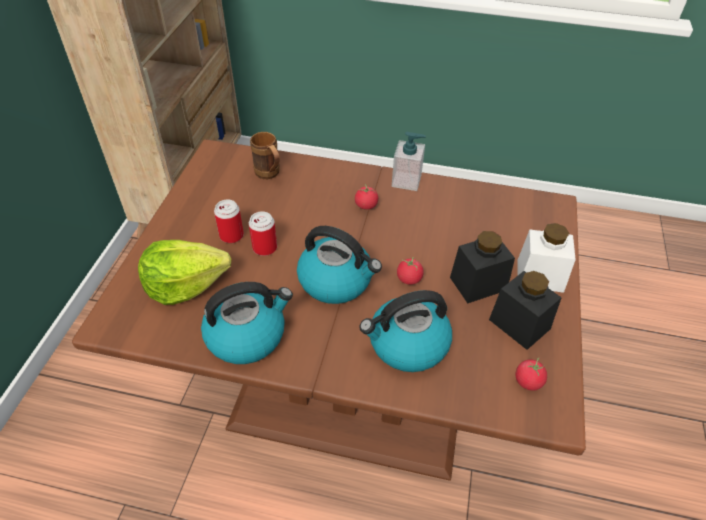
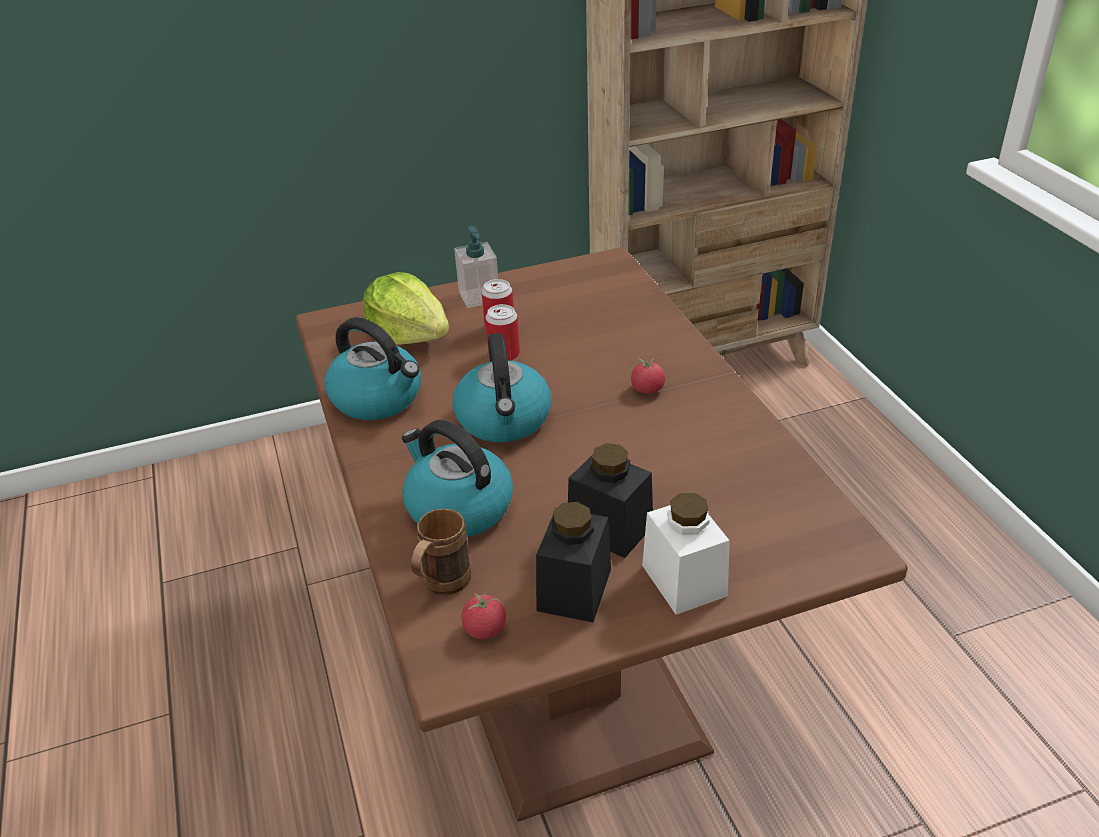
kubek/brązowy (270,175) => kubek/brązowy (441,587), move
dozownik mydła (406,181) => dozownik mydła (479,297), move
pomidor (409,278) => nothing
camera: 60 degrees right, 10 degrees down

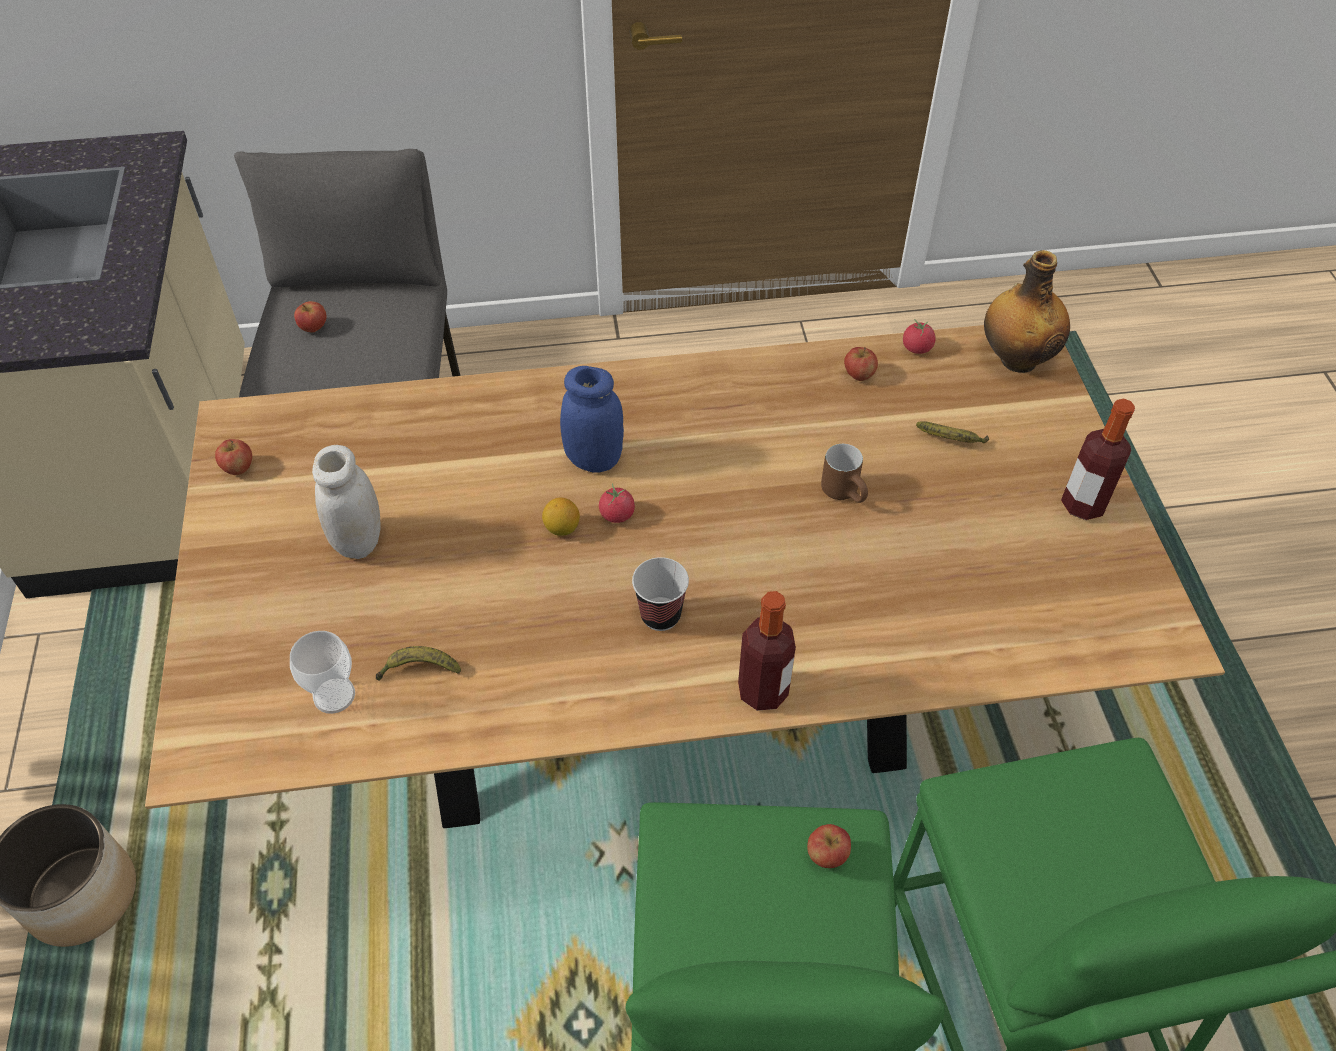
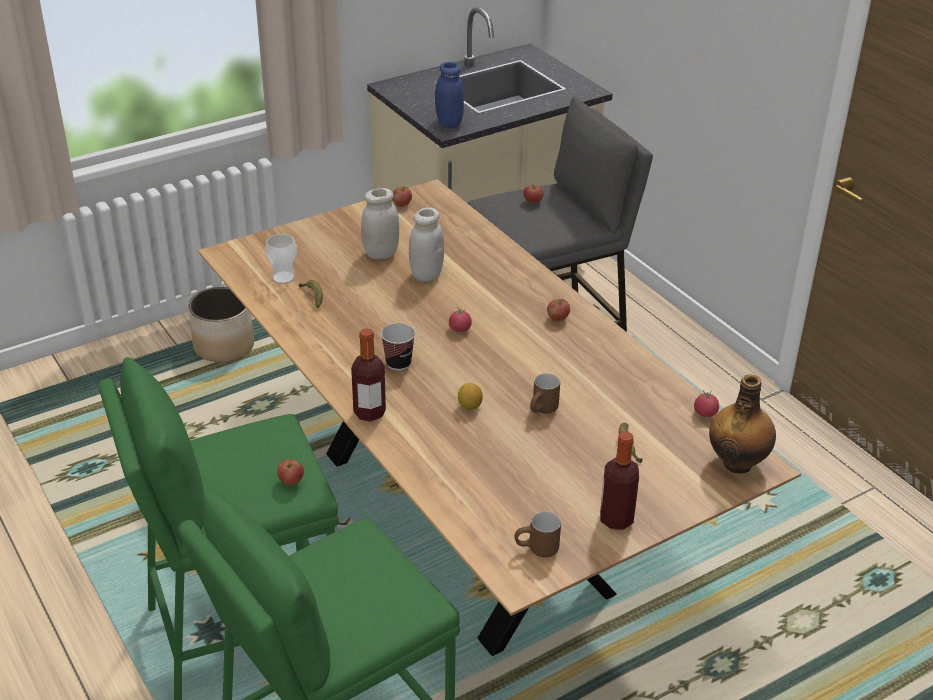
cytryna (562,528) => cytryna (469,406), move
słoik/niebieski (594,459) => słoik/niebieski (449,123), move
jabłko (858,375) => jabłko (557,318), move
nothing => słoik/biały (426,274)
nothing => kubek/brązowy (537,551)
camera: 65 degrees right, 15 degrees down

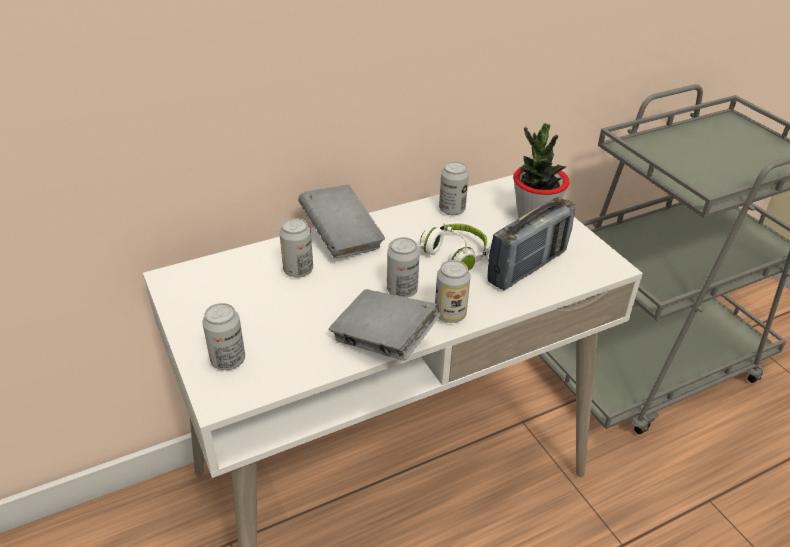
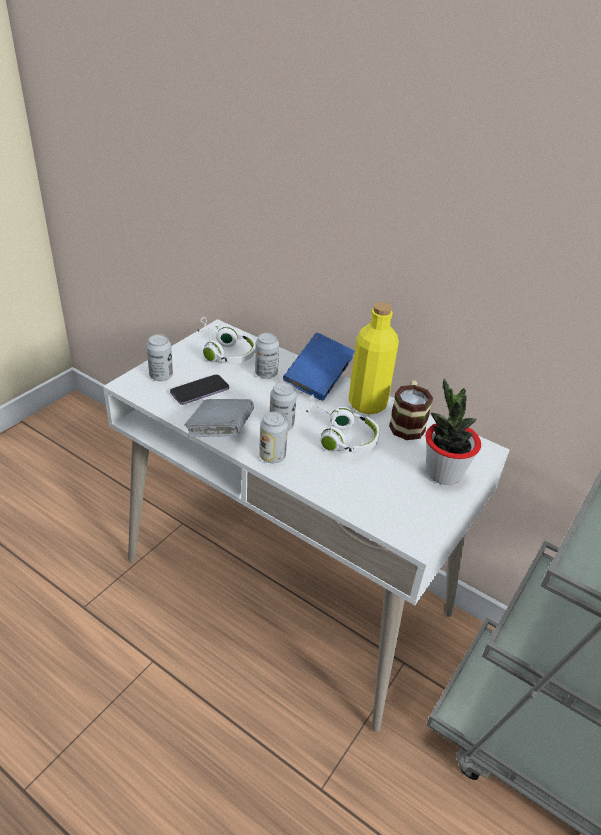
książka/szary (342,238) => książka/niebieski (318,380)
puszka (452,209) => kubek (407,423)
radio (527,267) => nothing
nothing => telefon (199,391)
nothing => słuchawki/biały (223,351)
nothing => butelka/żółty (367,404)
camera: 60 degrees right, 0 degrees up

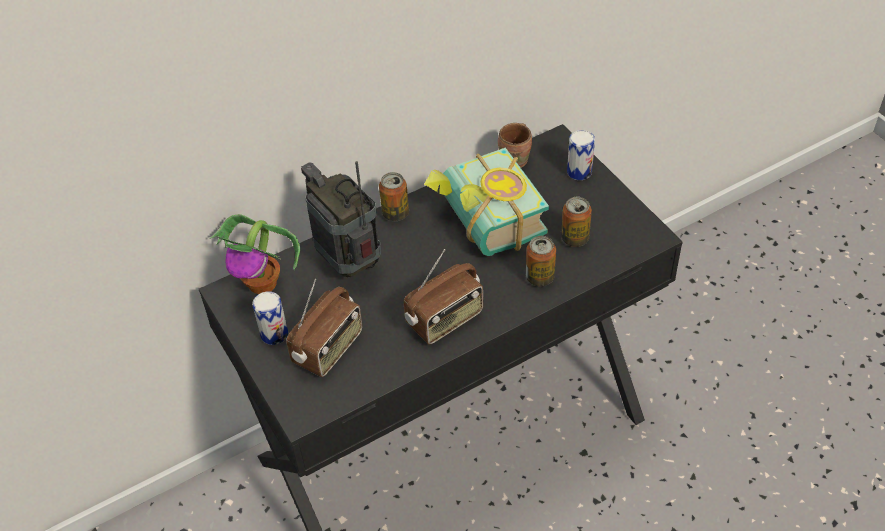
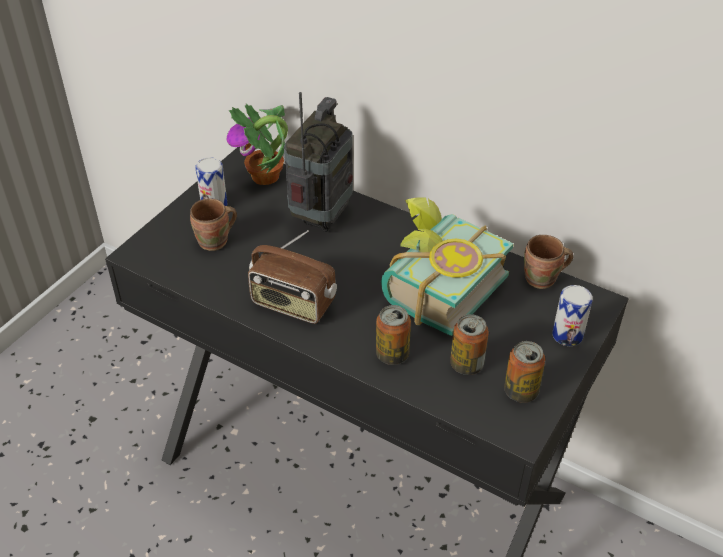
radio (329,349) => kubek/brązowy (215,242)
puszka (395,213) => puszka (520,391), move
camera: 60 degrees right, 5 degrees down

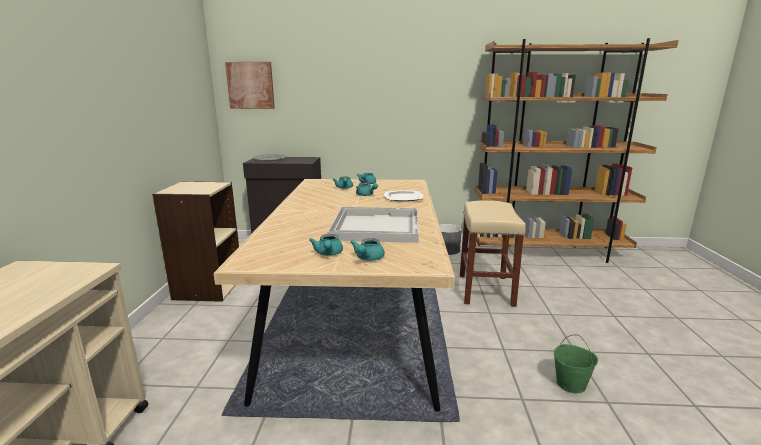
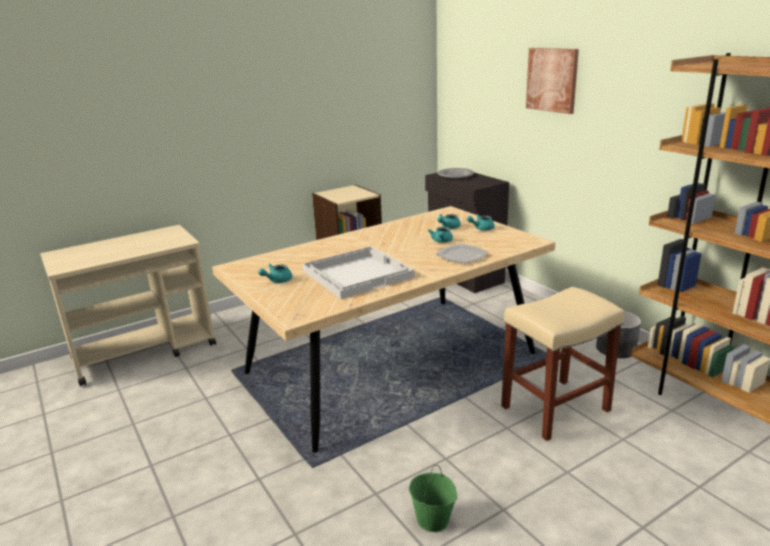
obraz (251,85) => obraz (552,80), move
imbryk/turkusowy (368,258) => nothing
camera: 55 degrees right, 5 degrees up

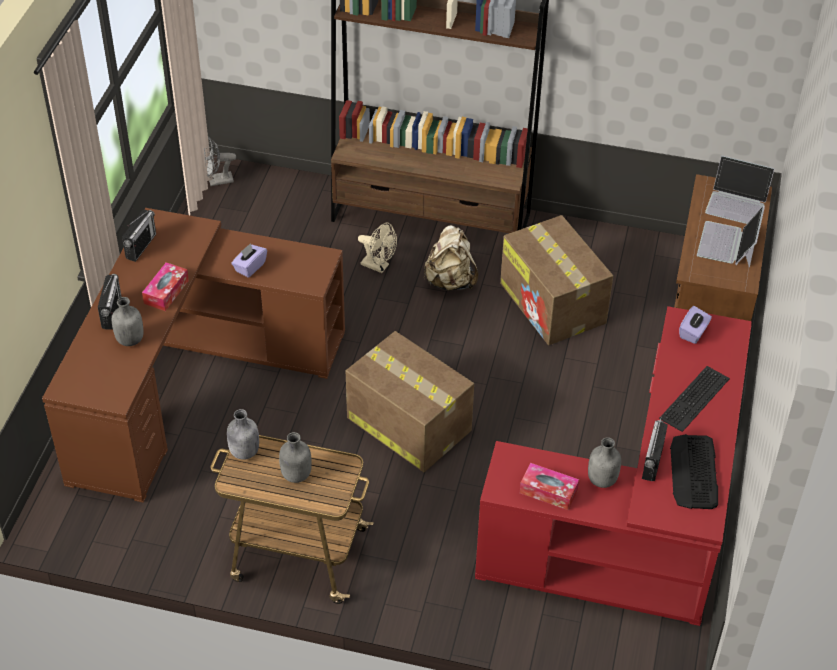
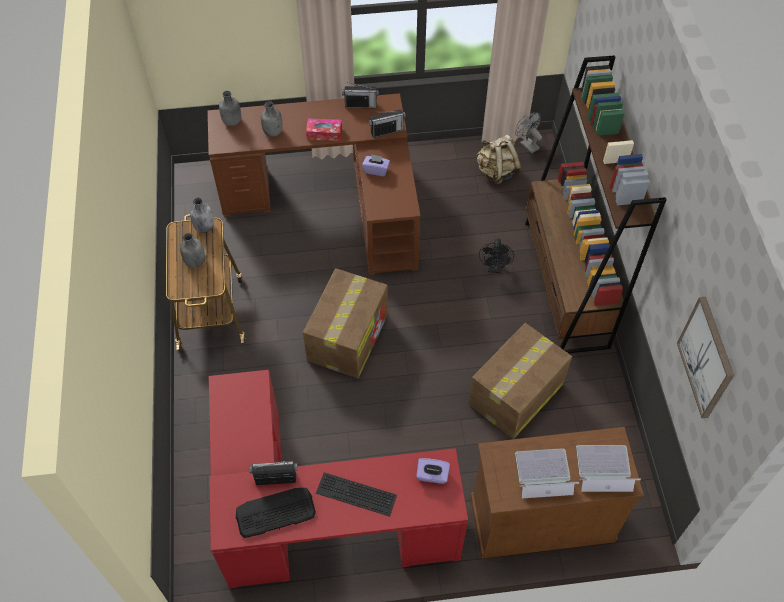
radio (112,313) => radio (386,131), move
wentylator/beżowy (378,266) => wentylator/czarny (494,268)
plecak/beżowy (450,281) => plecak/beżowy (496,172), move
pudełko chusteczek (548,491) => nothing
butelka/szary (602,479) => butelka/szary (232,121), move
laptop (737,203) => laptop (603,469), 90 degrees clockwise
nothing => obraz (706,357)
camera: 70 degrees right, 10 degrees up

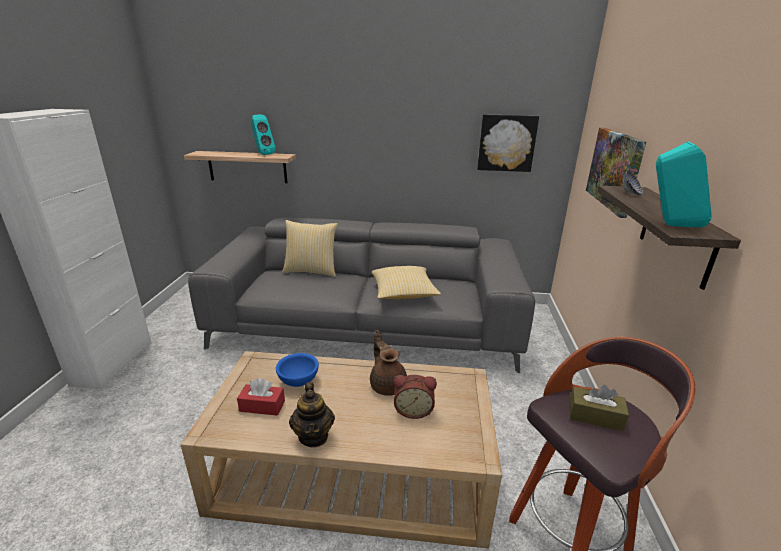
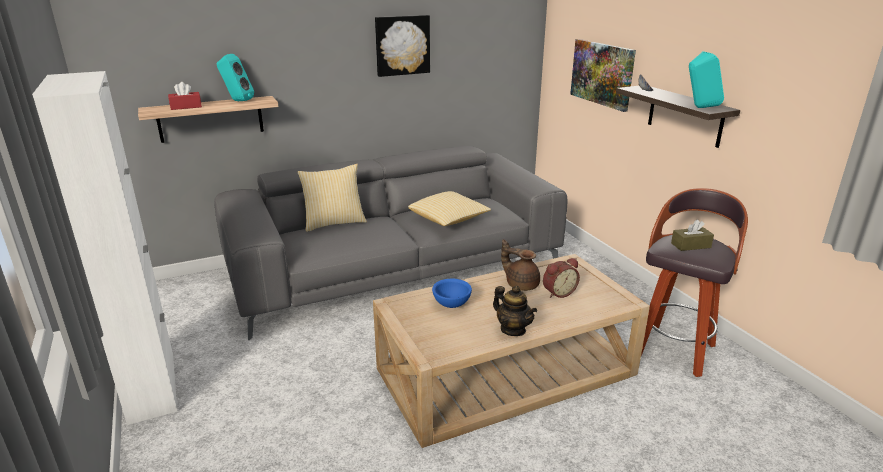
pudełko chusteczek/czerwony (262,406) => pudełko chusteczek/czerwony (186,107), move
obraz (506,143) => obraz (402,45), move
camera: 30 degrees left, 0 degrees up

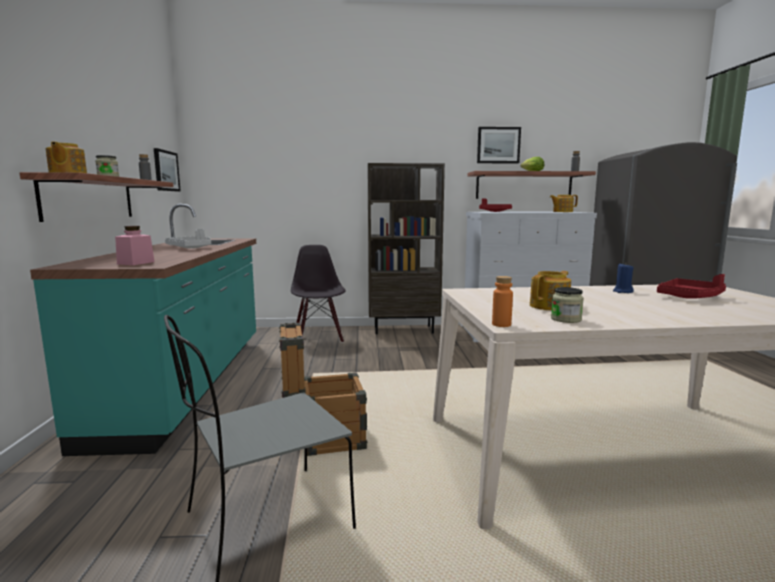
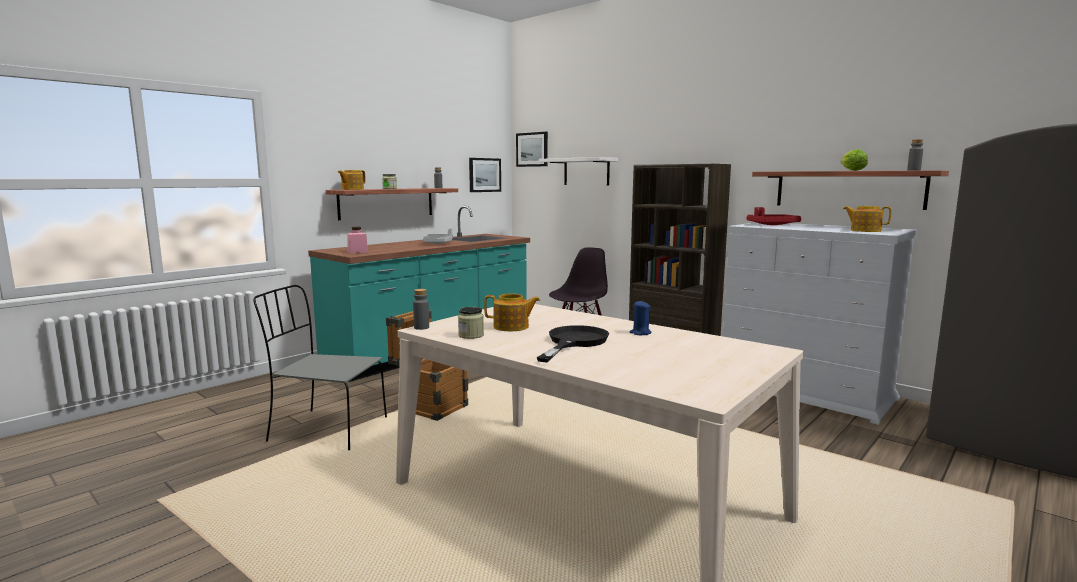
obraz (498,145) => obraz (532,149), move
butelka/pomarańczowy (501,324) => butelka/szary (421,327)
taca/czerwony (690,297) => nothing
nothing => patelnia/czarny (573,342)
nothing => półka/biały (586,172)
camera: 45 degrees right, 0 degrees up

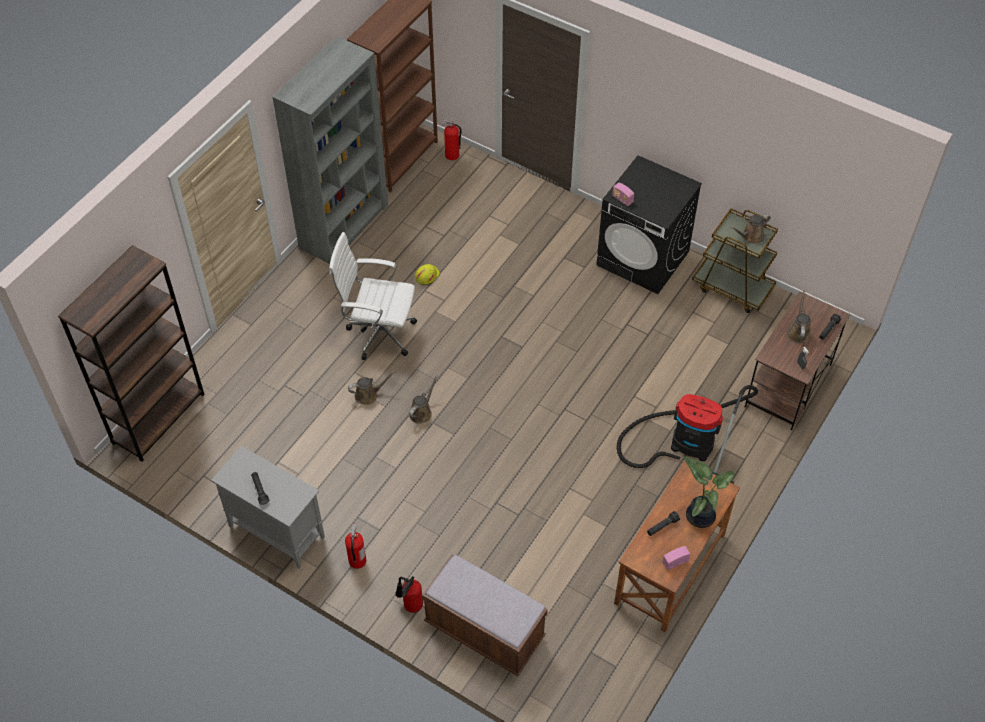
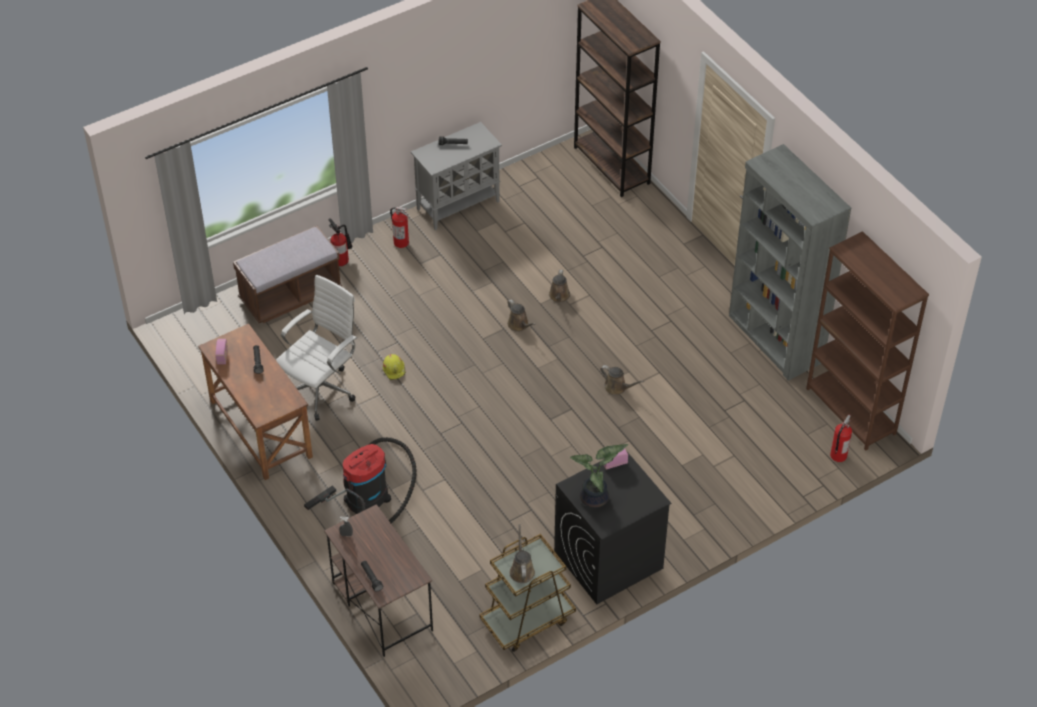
krzesło biurowe/biały (378,333) => krzesło biurowe/biały (322,389), move
kask/żółty (427,276) => kask/żółty (394,369), move
roślina doniczkowa (700,514) => roślina doniczkowa (596,499), move
konewka/brązowy (798,332) => konewka/brązowy (617,387), move
camera: 115 degrees right, 5 degrees down

